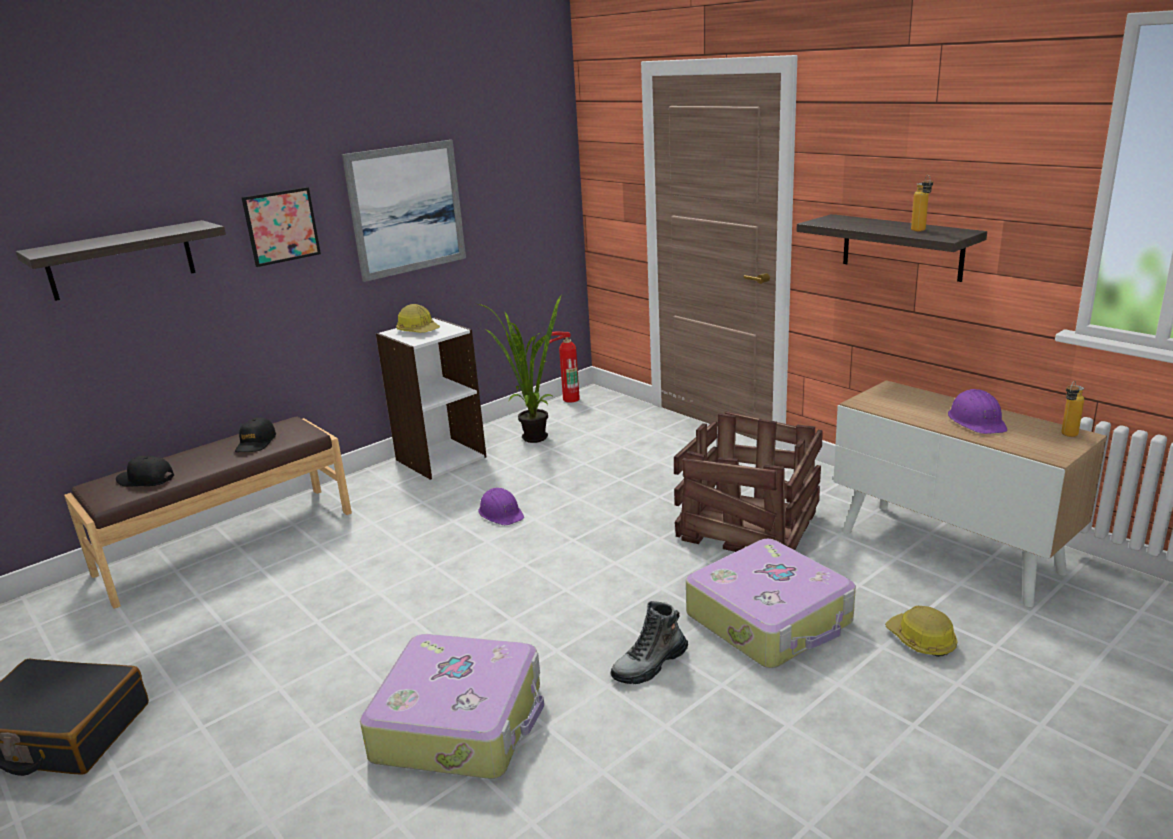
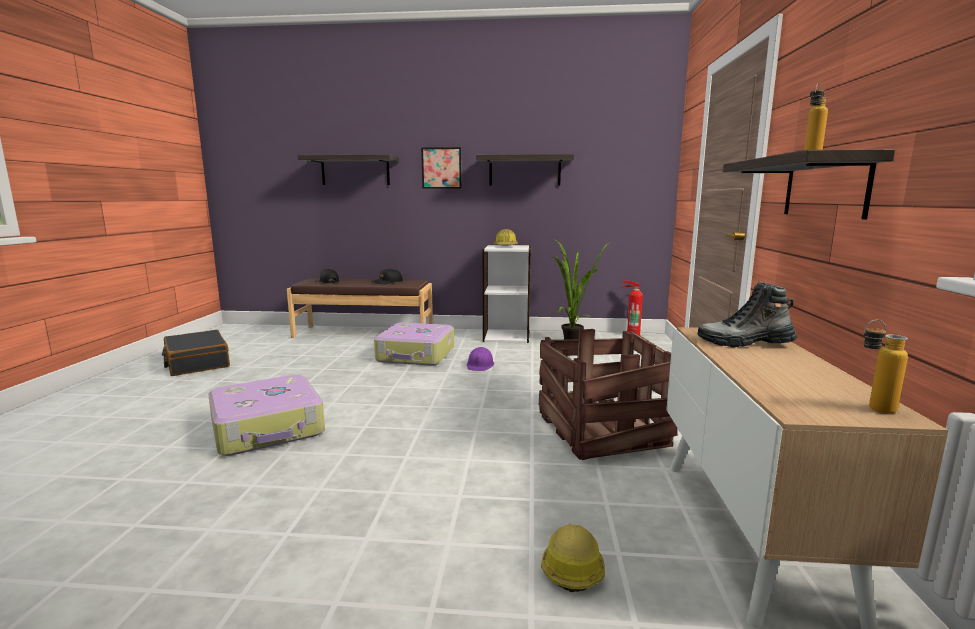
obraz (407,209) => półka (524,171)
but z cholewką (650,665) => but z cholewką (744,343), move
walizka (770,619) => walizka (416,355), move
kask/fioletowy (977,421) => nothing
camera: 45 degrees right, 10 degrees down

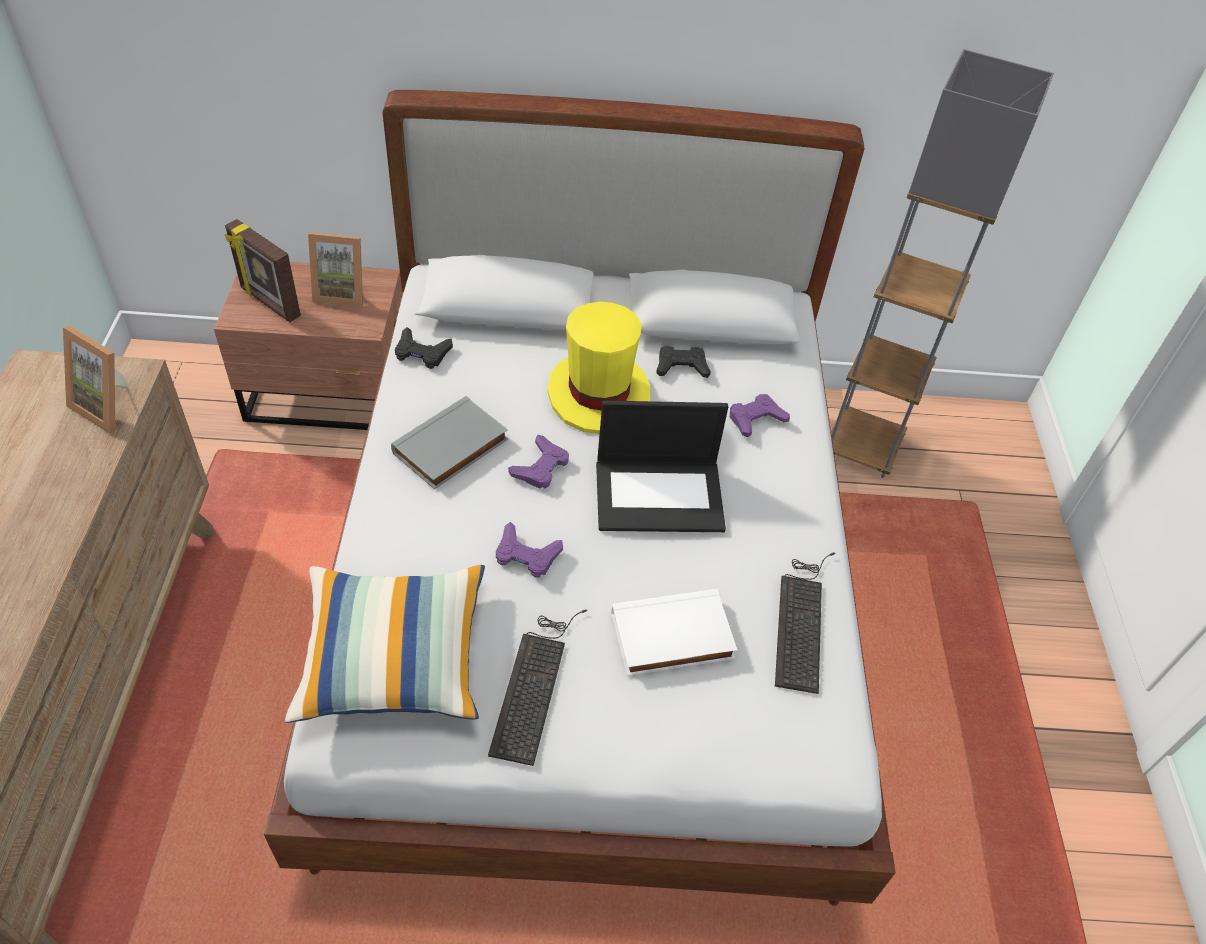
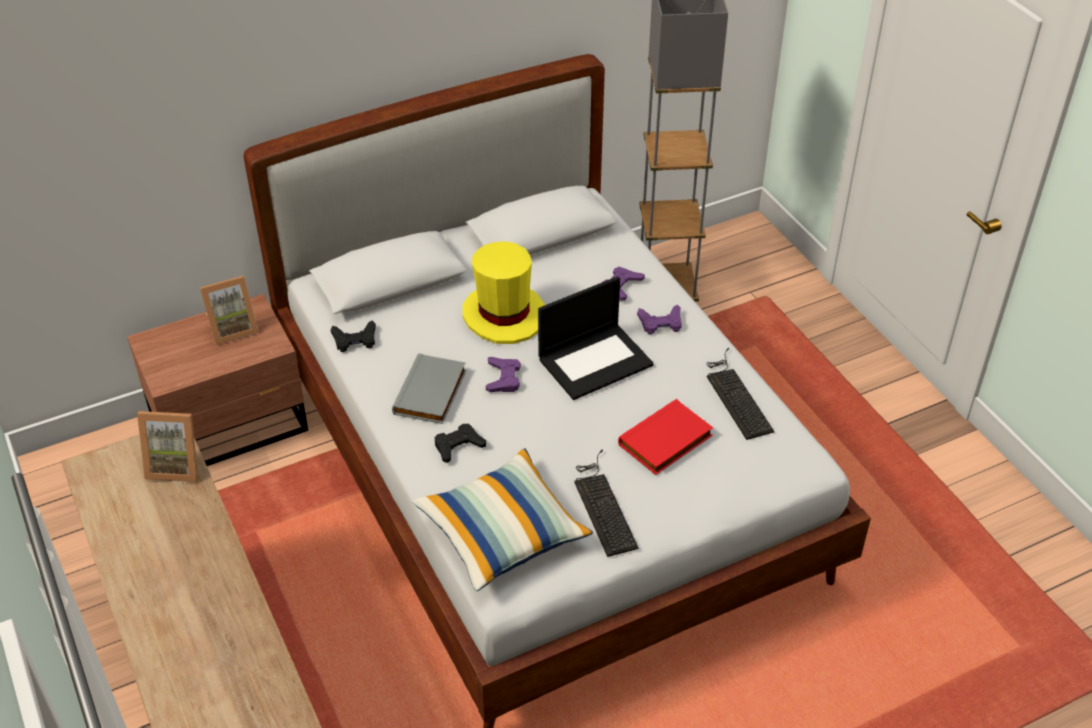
ramka na zdjęcie (269,303) => nothing
pad do gier/fioletowy (526,555) => pad do gier/fioletowy (660,323), move
książka/biały (671,638) => książka/czerwony (666,442)
pad do gier/czarny (681,366) => pad do gier/czarny (458,446), move
camera: 25 degrees left, 5 degrees down

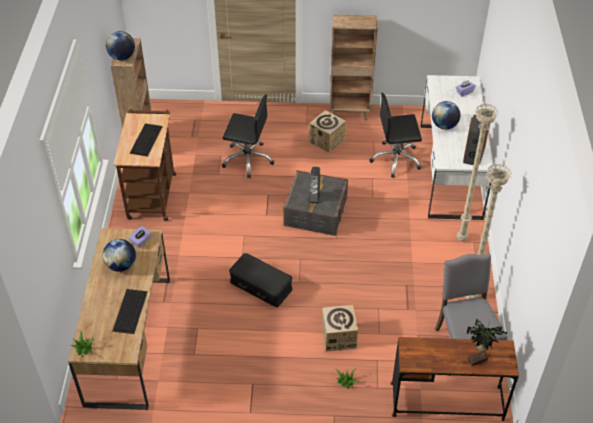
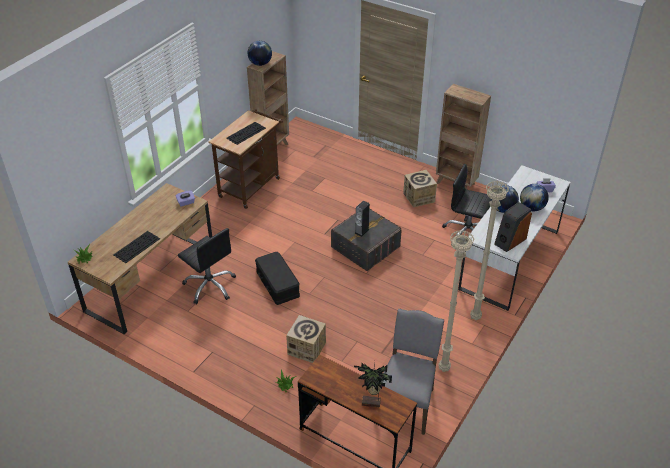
globus (121,265) => globus (531,208), move
krzesło biurowe/czarny (248,159) => krzesło biurowe/czarny (210,286), move
camera: 30 degrees right, 5 degrees down

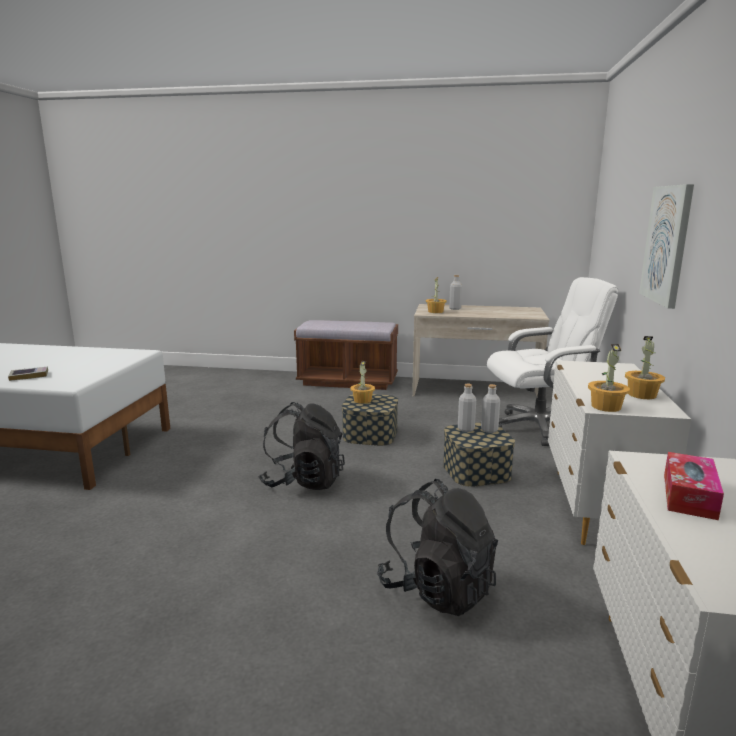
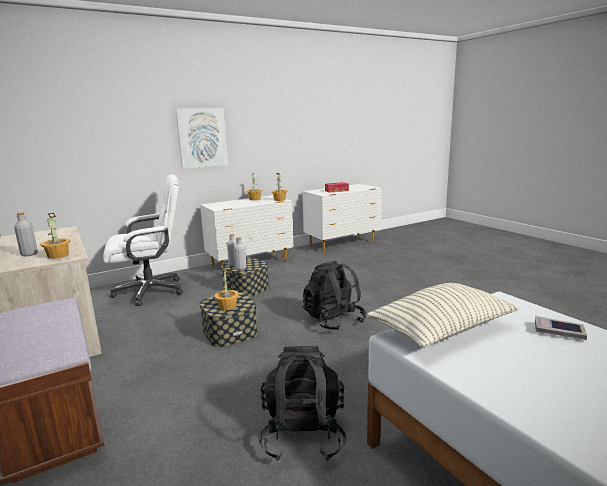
plecak/czarny (437,589) => plecak/czarny (303,434), move
krzesło biurowe/biały (539,427) => krzesło biurowe/biały (151,291), 120 degrees clockwise
nothing => poduszka (442,330)
camera: 130 degrees left, 0 degrees up

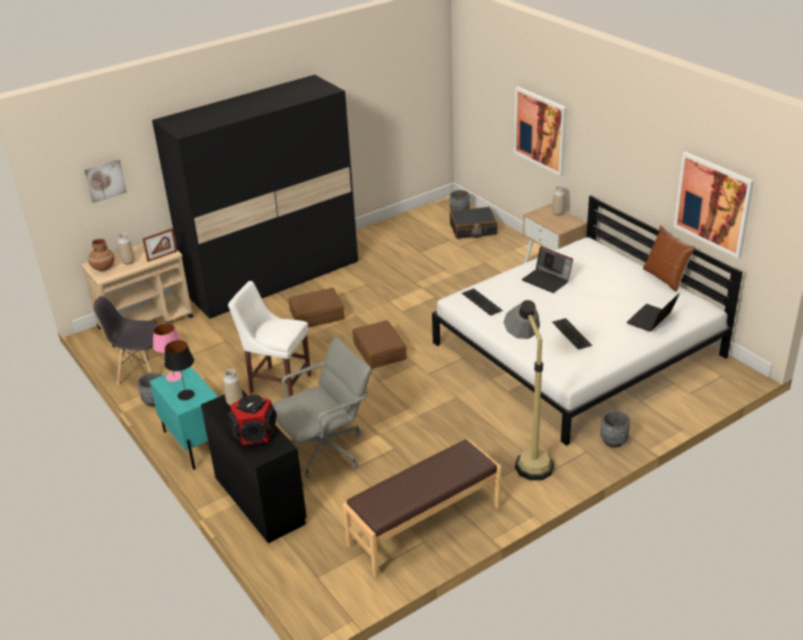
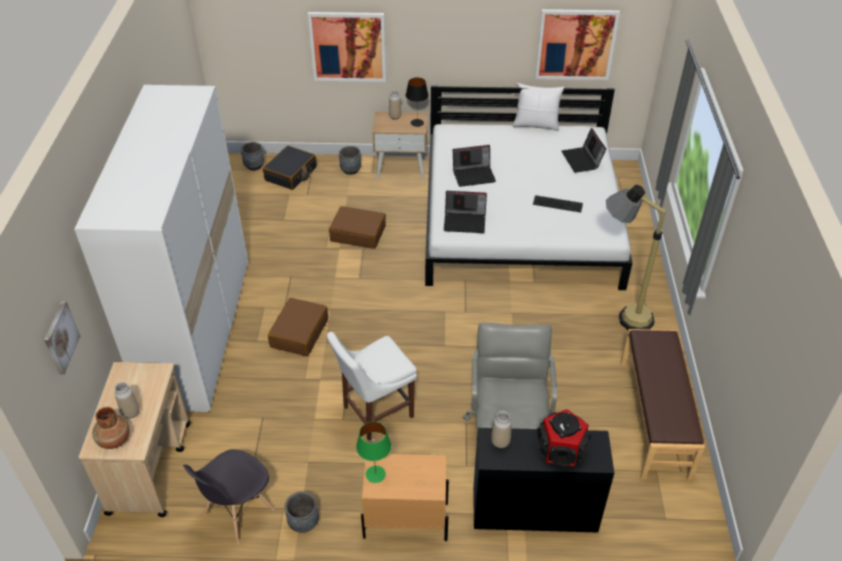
ramka na zdjęcie (162,256) => nothing
szafka nocna/turkusowy (195,442) => szafka nocna/beżowy (405,520)
szafa/czarny (274,278) => szafa/biały (199,330)
lampa stołowa/różowy (174,376) => lampa stołowa/zielony (375,474)
lampa stołowa/czarny (185,395) => lampa stołowa/czarny (417,123), move
walizka/brązowy (380,351) => walizka/brązowy (358,233), move
klawiatura (483,302) => laptop (465,221)
donica/szary (613,441) => donica/szary (350,170), move
poduszka/brązowy (665,278) => poduszka/biały (536,125)
camera: 55 degrees left, 10 degrees up

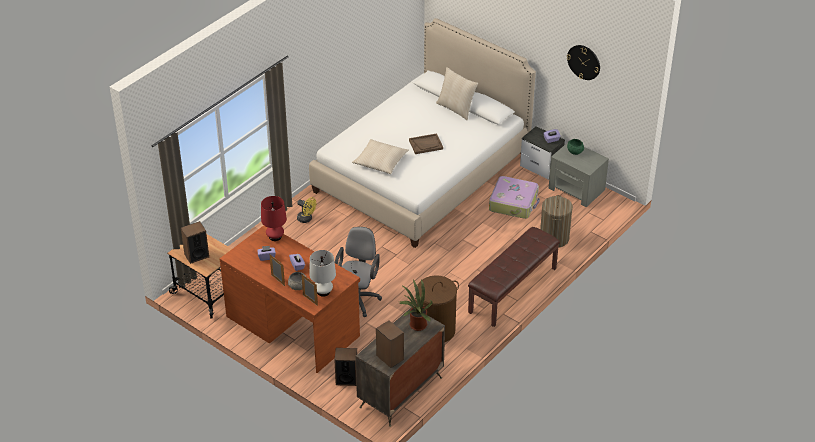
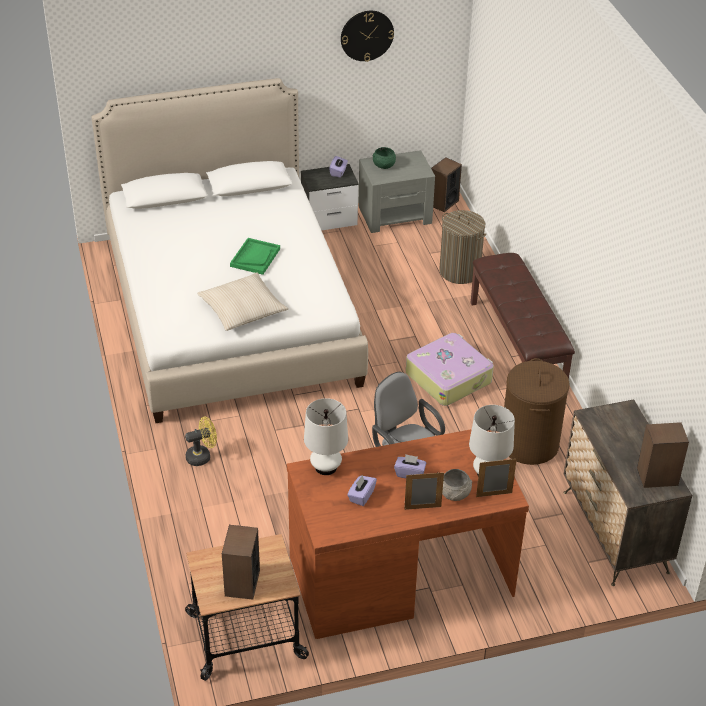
lampa stołowa/czerwony (275,236) => lampa stołowa/biały (325,467)
głośnik (346,379) => głośnik (443,203), move
roślina doniczkowa (416,325) => nothing
taca/brązowy (426,144) => taca/zielony (255,257)
poduszka/beżowy (456,108) => nothing
walizka (514,203) => walizka (449,377), move
camera: 55 degrees left, 0 degrees up

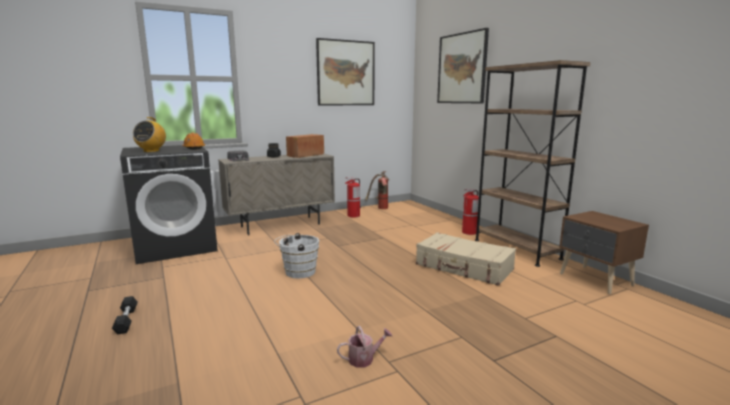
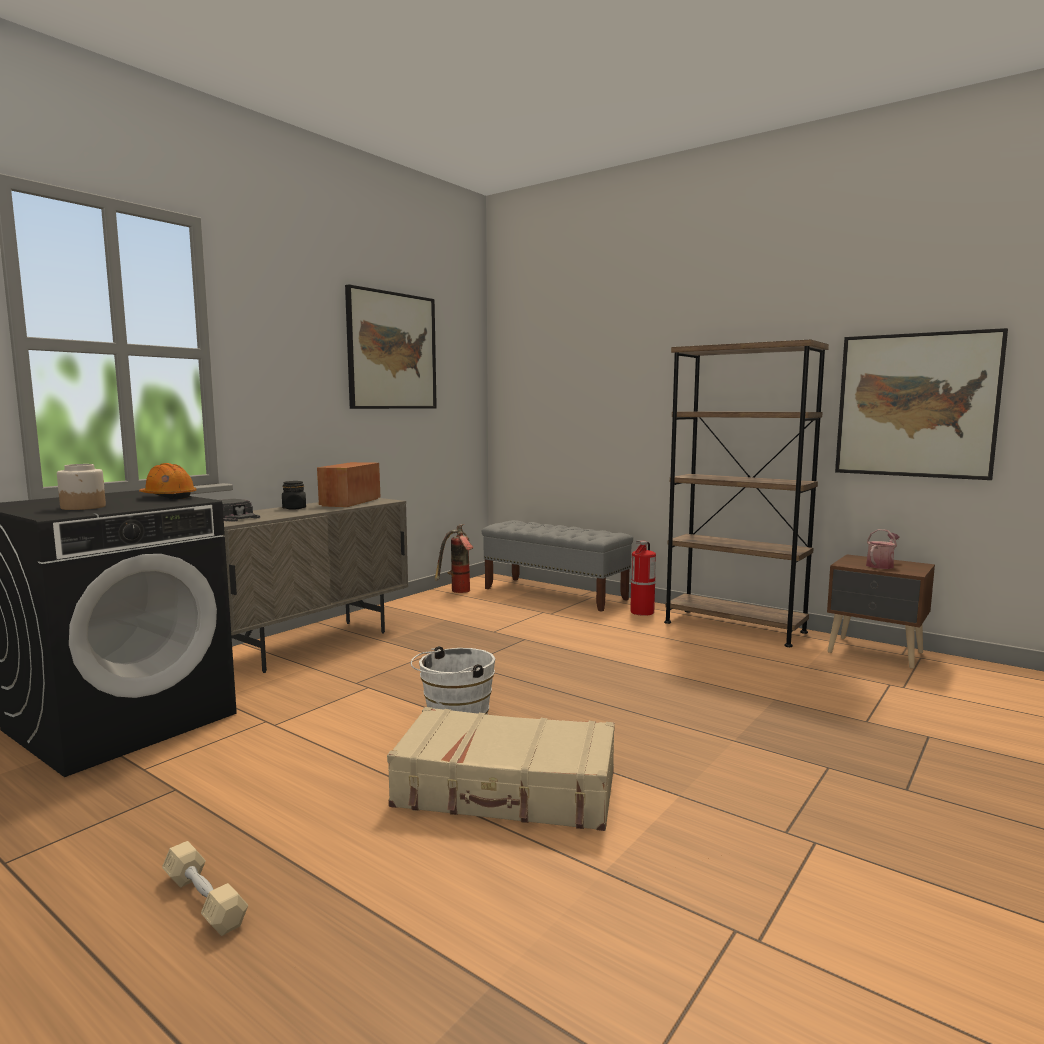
hantel/czarny (126,320) => hantel/beżowy (204,900)
radio (151,151) => słoik (84,507)
konewka (364,359) => konewka (881,565), move
gaśnica (353,215) => nothing
walizka/beżowy (464,267) => walizka/beżowy (506,790), move
obraz (462,68) => obraz (916,405), move
nothing => ławka/szary (555,594)
camera: 25 degrees left, 5 degrees down

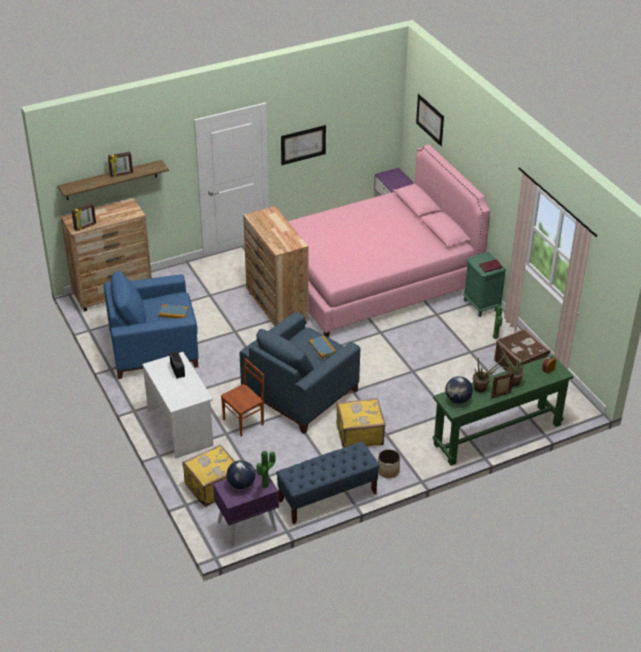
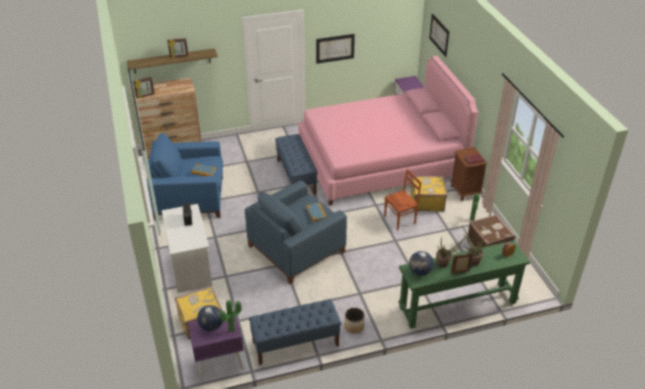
krzesło/brązowy (244,422) => krzesło/brązowy (400,220), move
komoda/brązowy (277,308) => ławka/niebieski (296,177)
walizka/żółty (359,434) => walizka/żółty (426,202), move
szafka nocna/zielony (481,305) => szafka nocna/brązowy (465,191)
camera: 10 degrees right, 0 degrees up

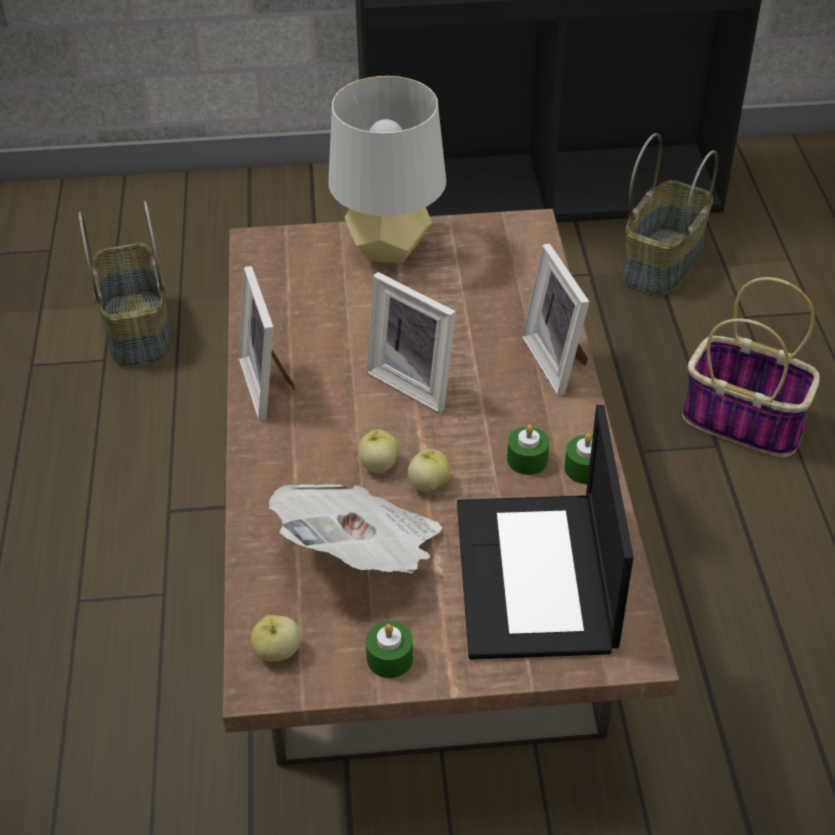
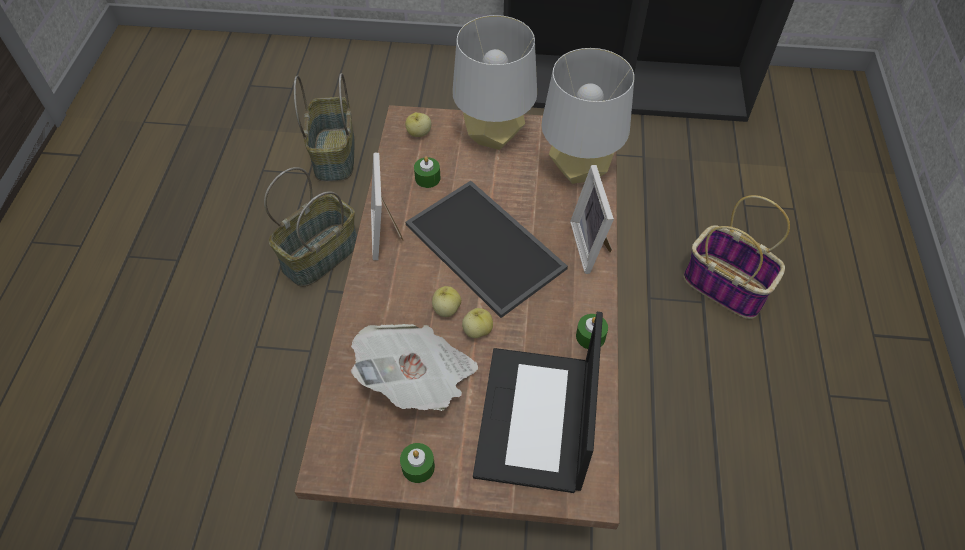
jabłko (277,652) => jabłko (418,133), move
ramka na zdjęcie (416,381) => taca (487,246)
świeca/zielony (527,460) => świeca/zielony (427,178), move
koszyk (661,262) => koszyk (320,254), move
nothing => lampa stołowa/szary (579,170)
camera: 10 degrees right, 10 degrees up

